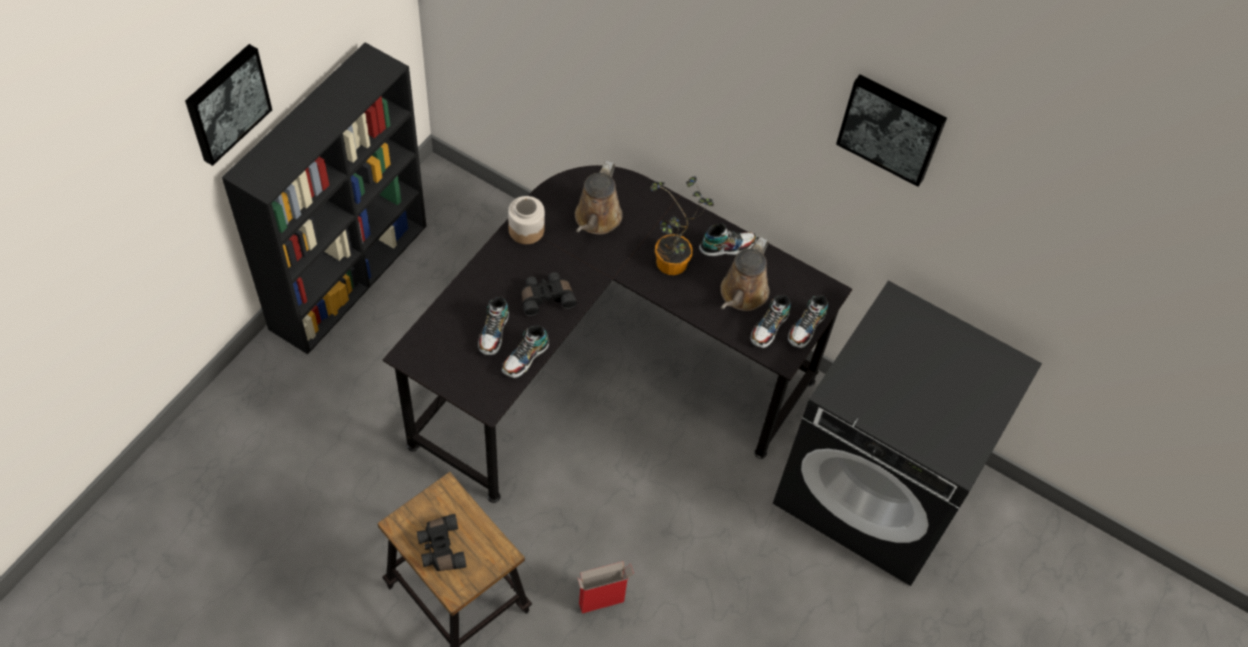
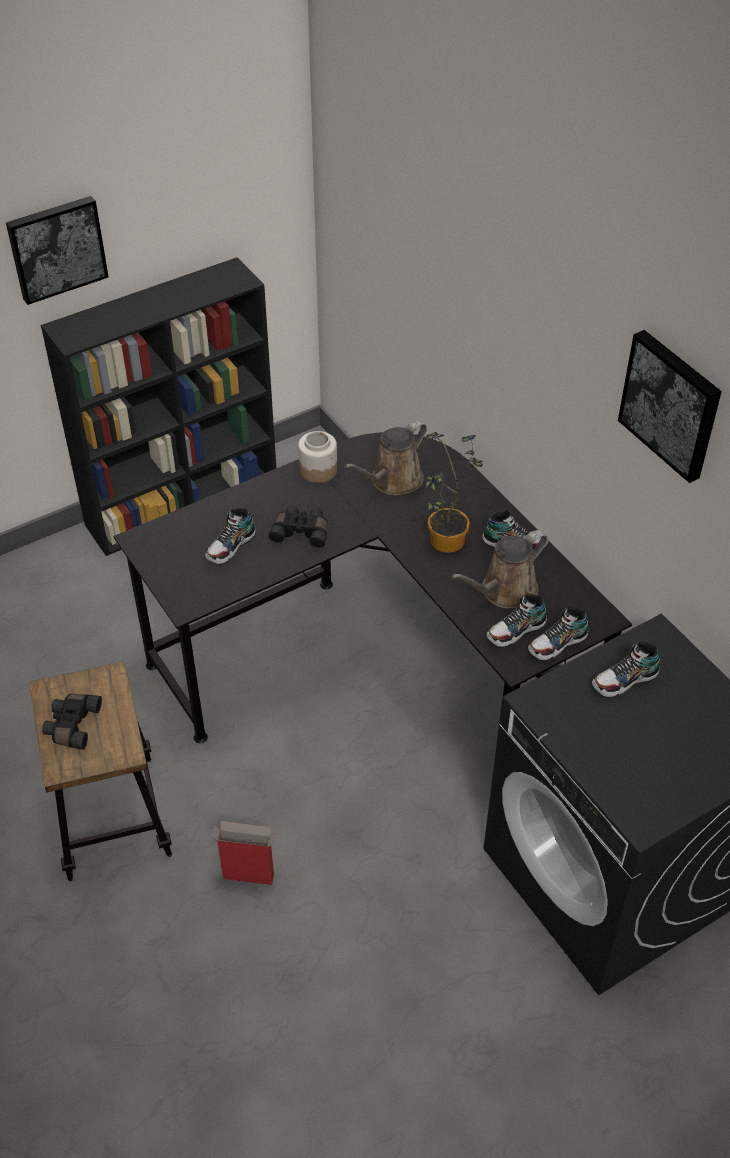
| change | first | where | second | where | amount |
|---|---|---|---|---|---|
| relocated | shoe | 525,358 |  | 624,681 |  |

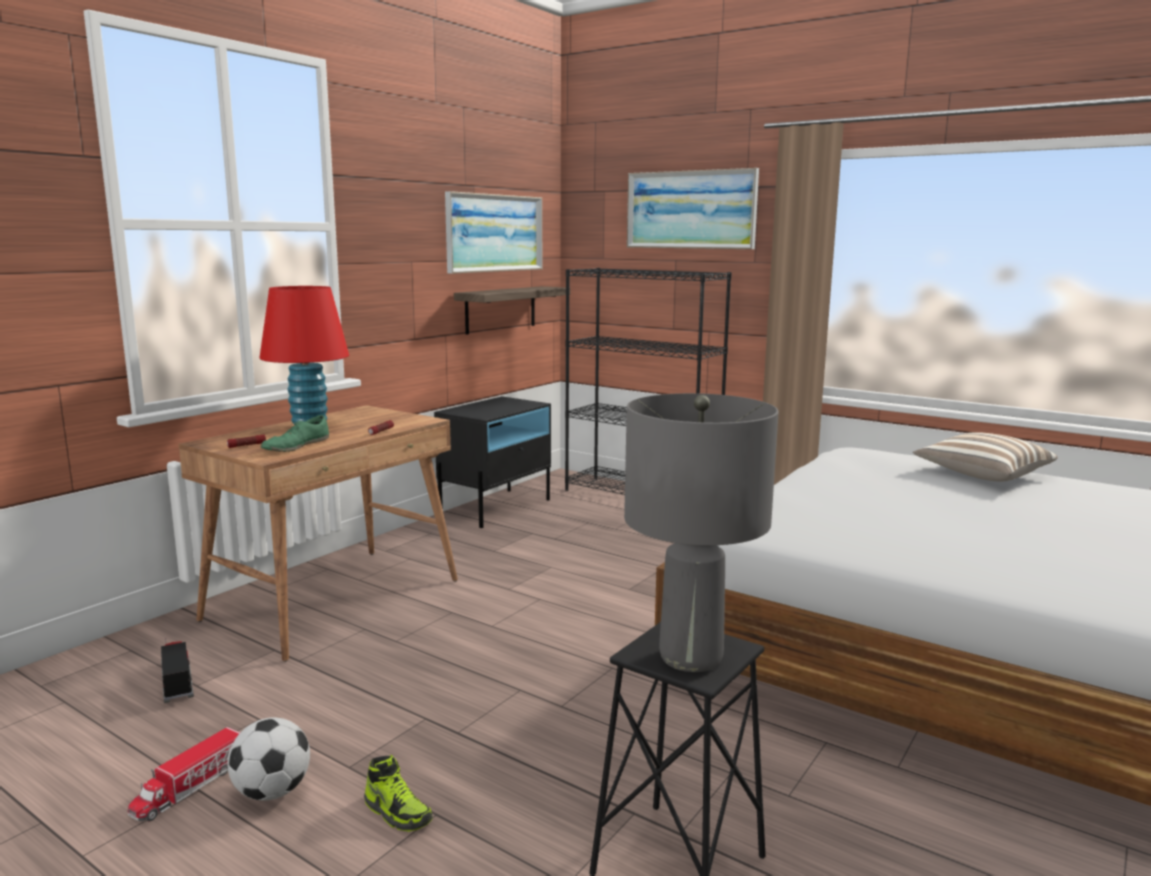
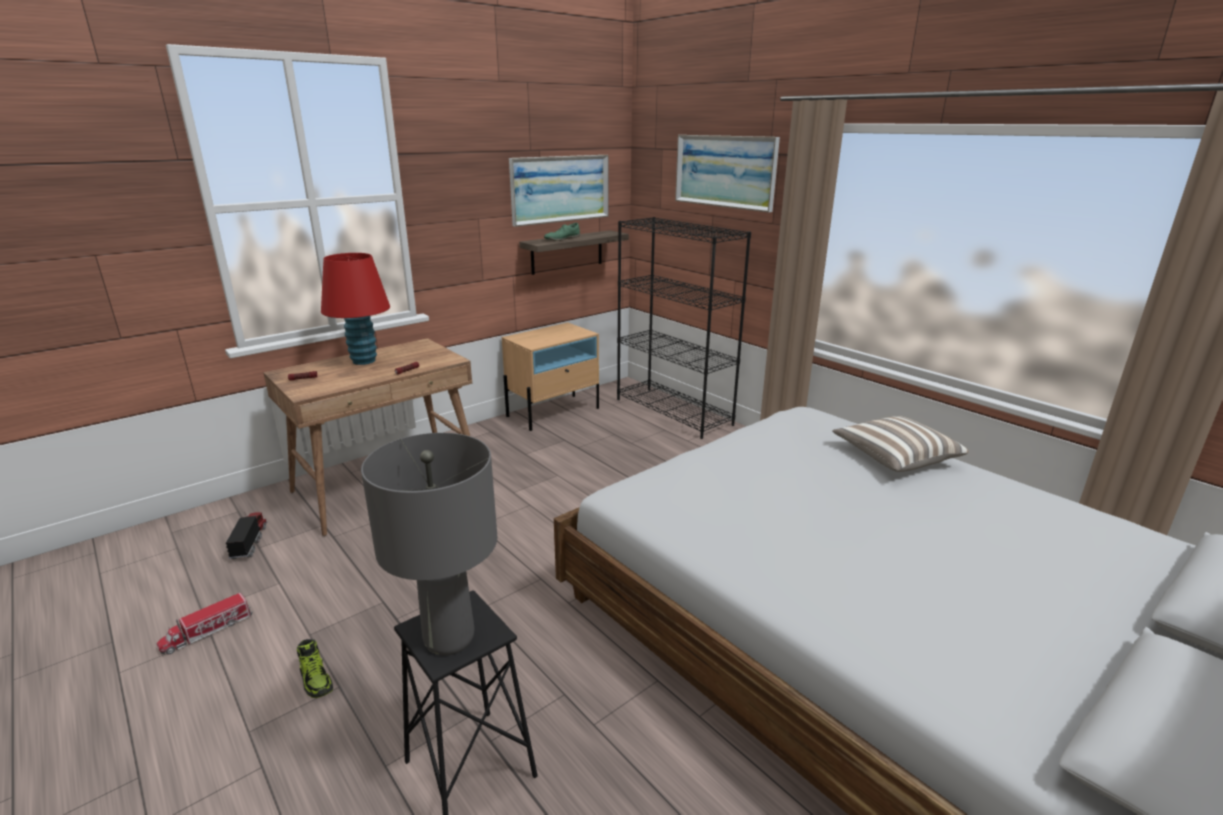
| change | first | where | second | where | amount |
|---|---|---|---|---|---|
| colour | nightstand (black) | 496,507 | nightstand (beige) | 554,412 |  |
| relocated | shoe (green) | 296,446 |  | 562,239 |  |
| missing | football | 272,792 |  |  |  |

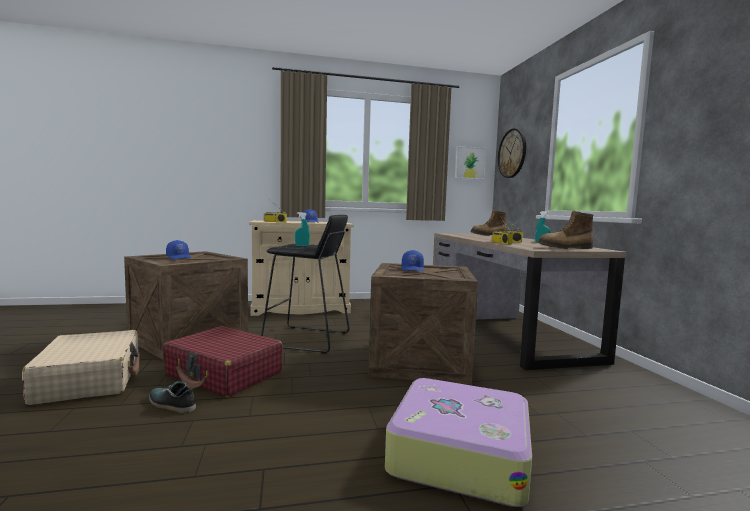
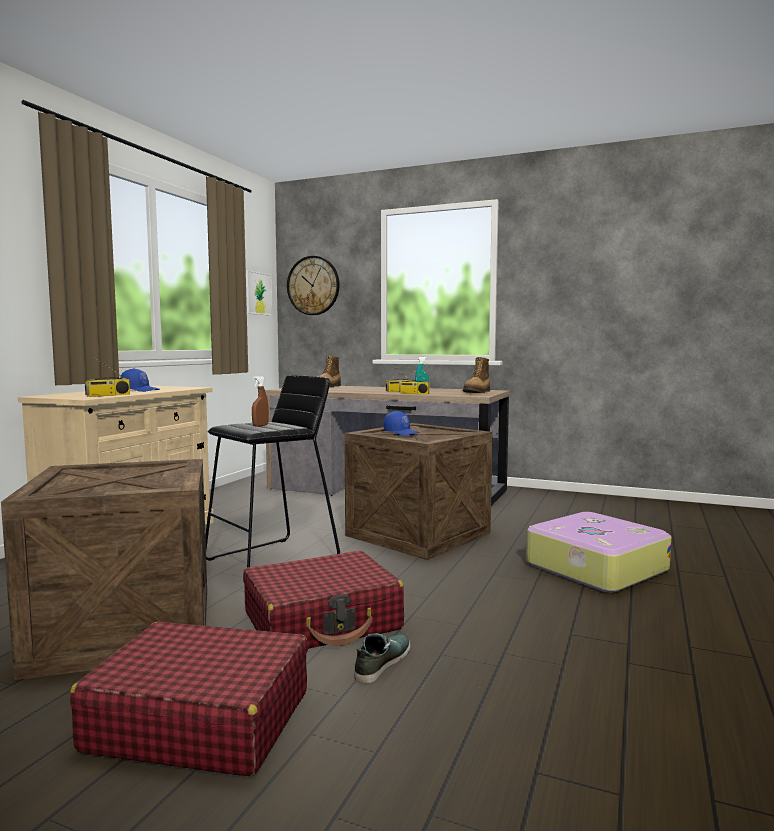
| change | first | where | second | where | amount |
|---|---|---|---|---|---|
| colour | spray bottle (turquoise) | 302,246 | spray bottle (brown) | 260,426 |  |
| missing | cap (blue) | 179,257 |  |  |  |
| colour | suitcase (beige) | 90,379 | suitcase (red) | 199,720 |  |
| spun | shoe | 171,404 |  | 382,662 | 150 degrees clockwise |

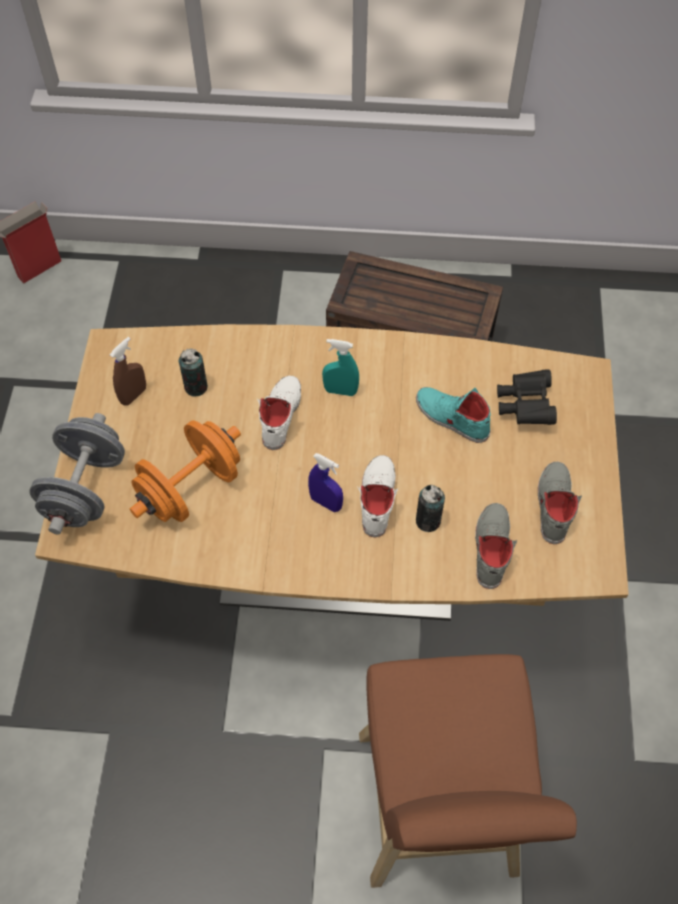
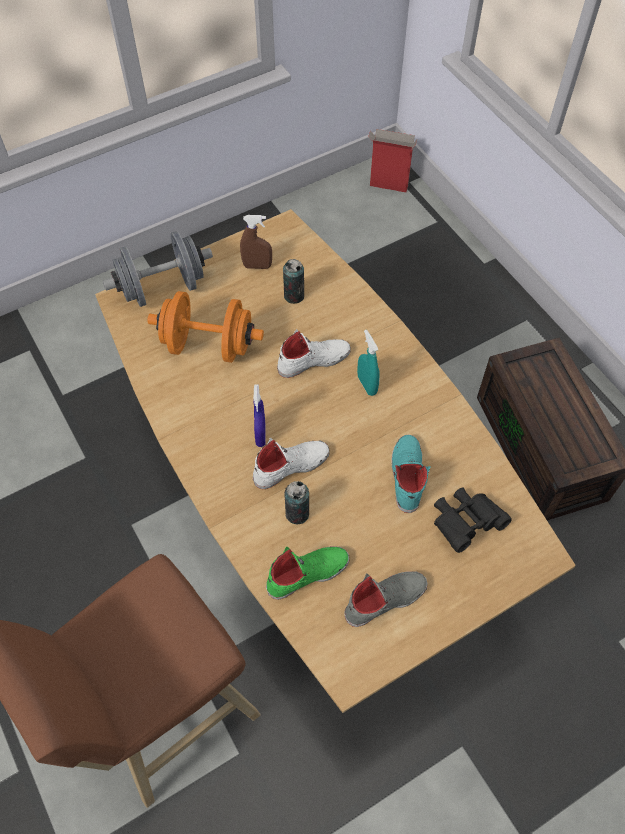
| change | first | where | second | where | amount |
|---|---|---|---|---|---|
| colour | shoe (grey) | 490,547 | shoe (green) | 307,573 |  |

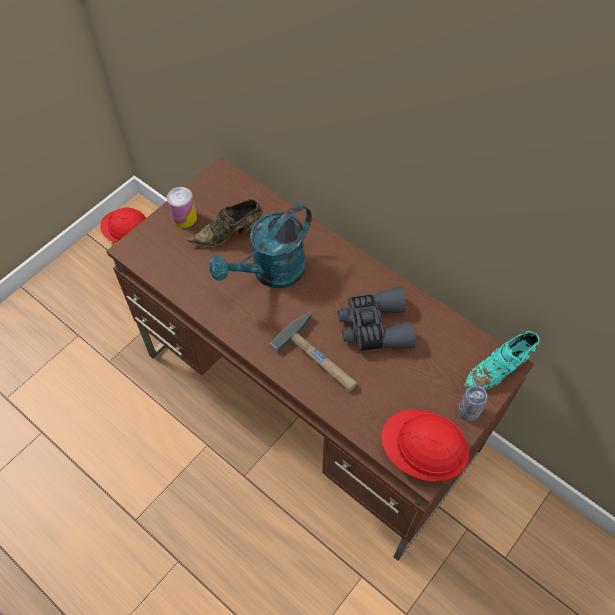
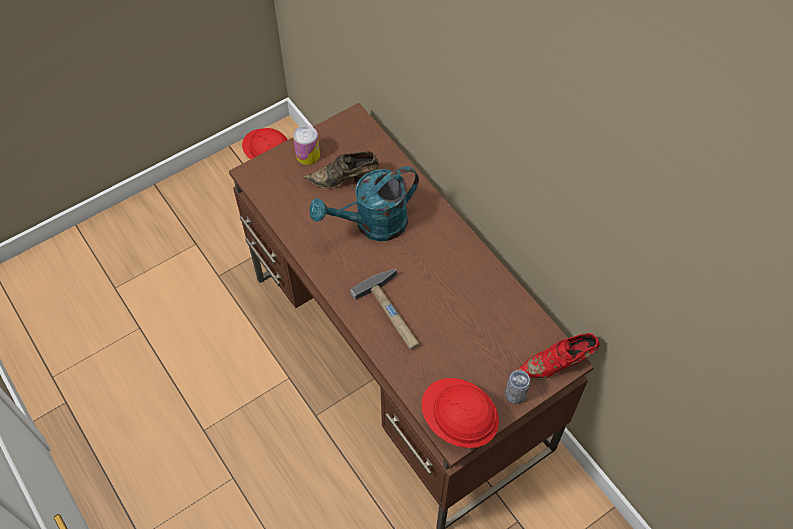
| change | first | where | second | where | amount |
|---|---|---|---|---|---|
| missing | binoculars (grey) | 374,327 |  |  |  |
| colour | shoe (turquoise) | 499,370 | shoe (red) | 558,364 |  |

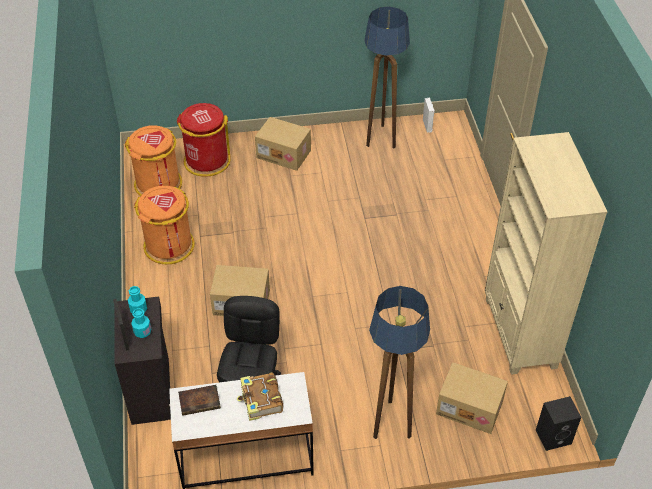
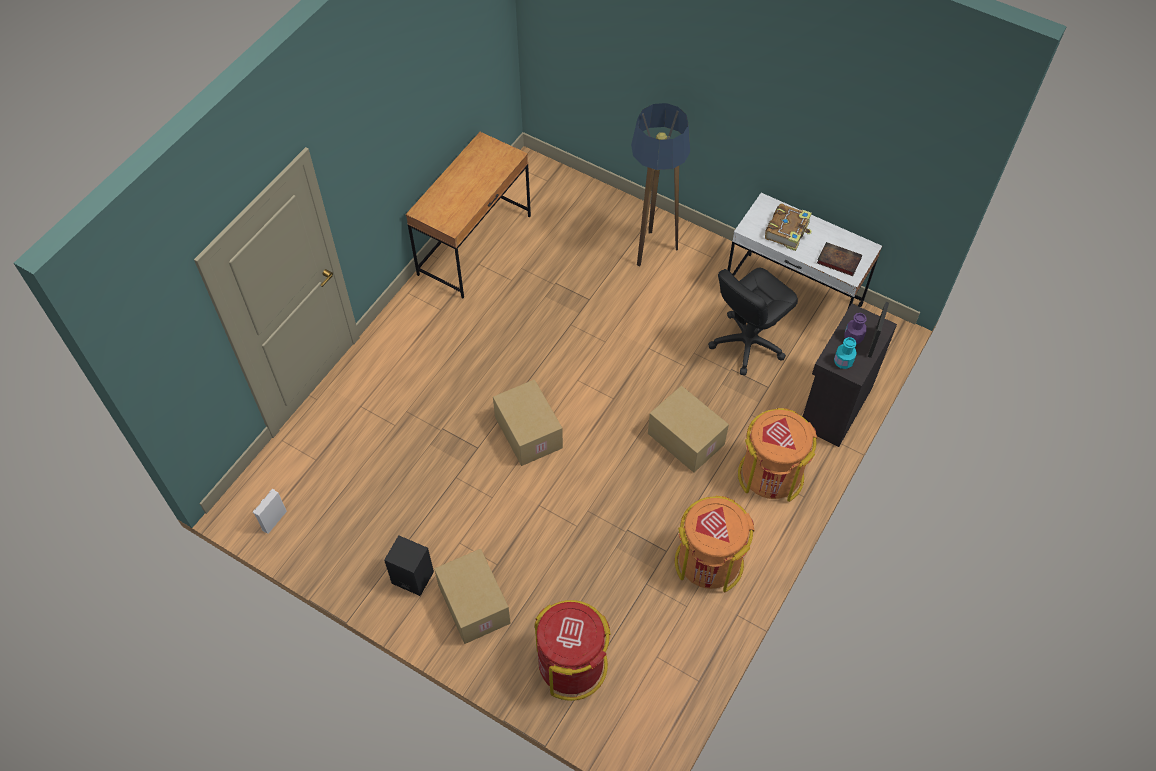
| change | first | where | second | where | amount |
|---|---|---|---|---|---|
| missing | floor lamp | 381,137 |  |  |  |
| relocated | trash can (orange) | 158,184 |  | 770,475 |  |
| exchanged | bookcase (beige) | 519,333 | desk (brown) | 475,245 |  |
| colour | bottle (turquoise) | 142,332 | bottle (purple) | 853,337 |  |
| relocated | cardboard box | 470,407 |  | 527,432 |  |
| relocated | speaker (black) | 554,436 |  | 411,578 |  |

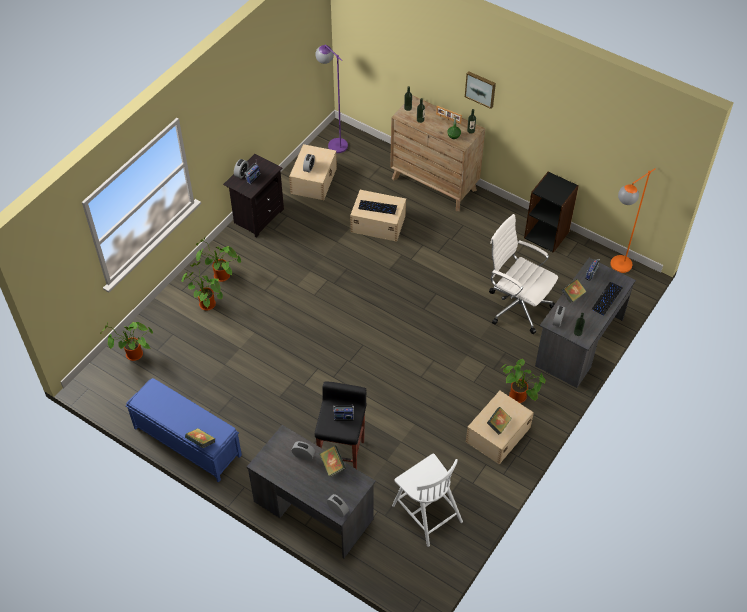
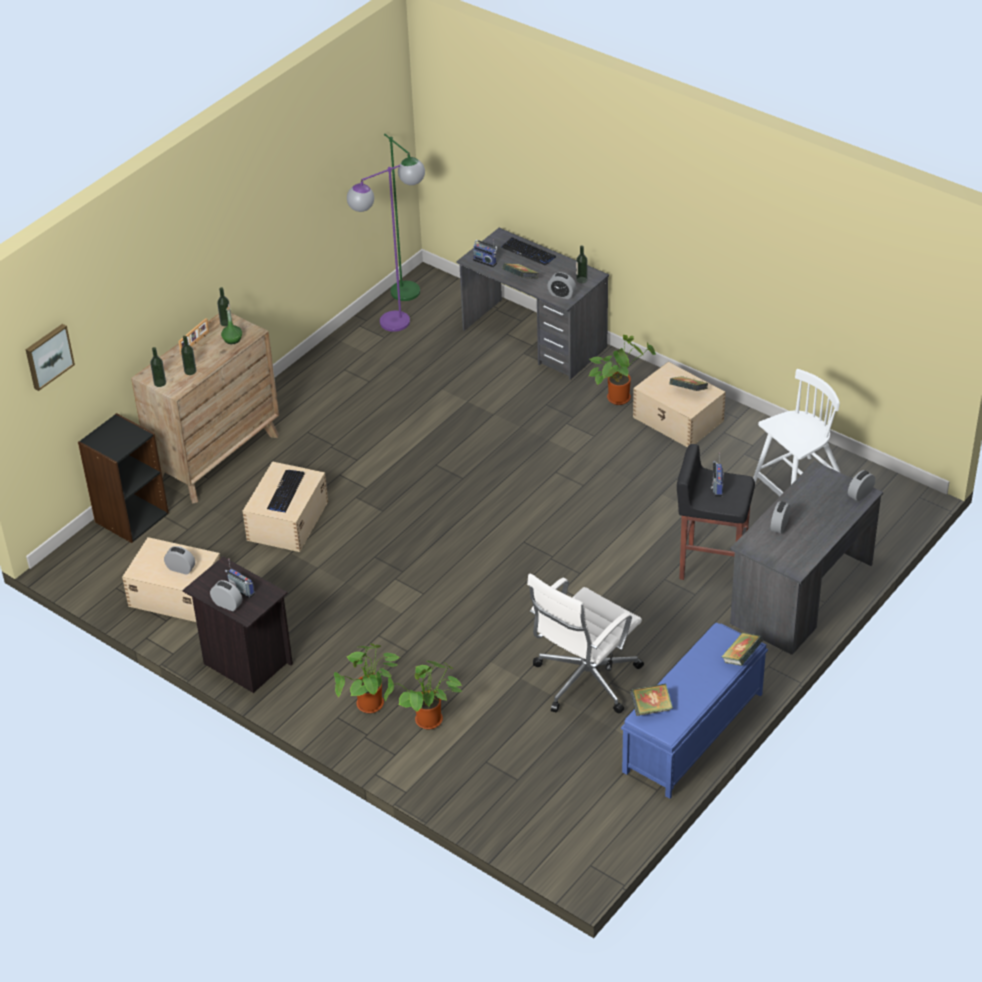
| change | first | where | second | where | amount |
|---|---|---|---|---|---|
| relocated | floor lamp (purple) | 333,142 |  | 385,326 |  |
| relocated | picture | 480,89 |  | 48,356 |  |
| colour | floor lamp (orange) | 615,268 | floor lamp (green) | 411,297 |  |
| relocated | bookcase (black) | 546,234 |  | 131,517 |  |
| relocated | office chair (white) | 517,305 |  | 584,680 |  |
| missing | potted plant | 132,356 |  |  |  |
| relocated | book | 332,465 |  | 651,708 |  |

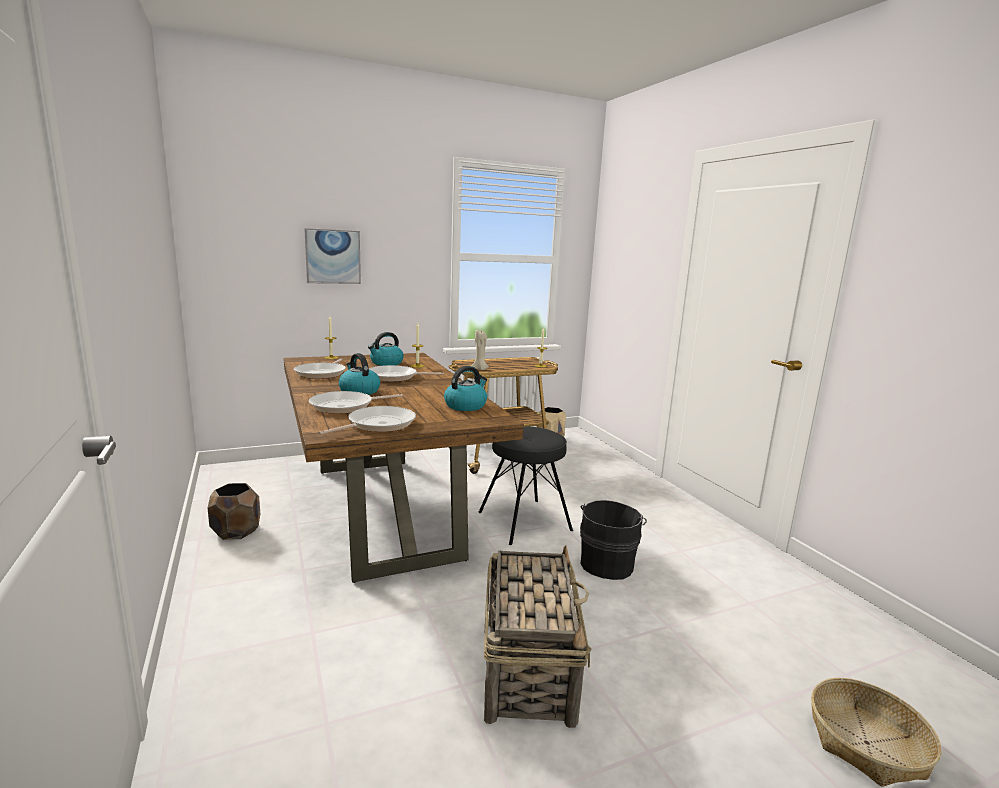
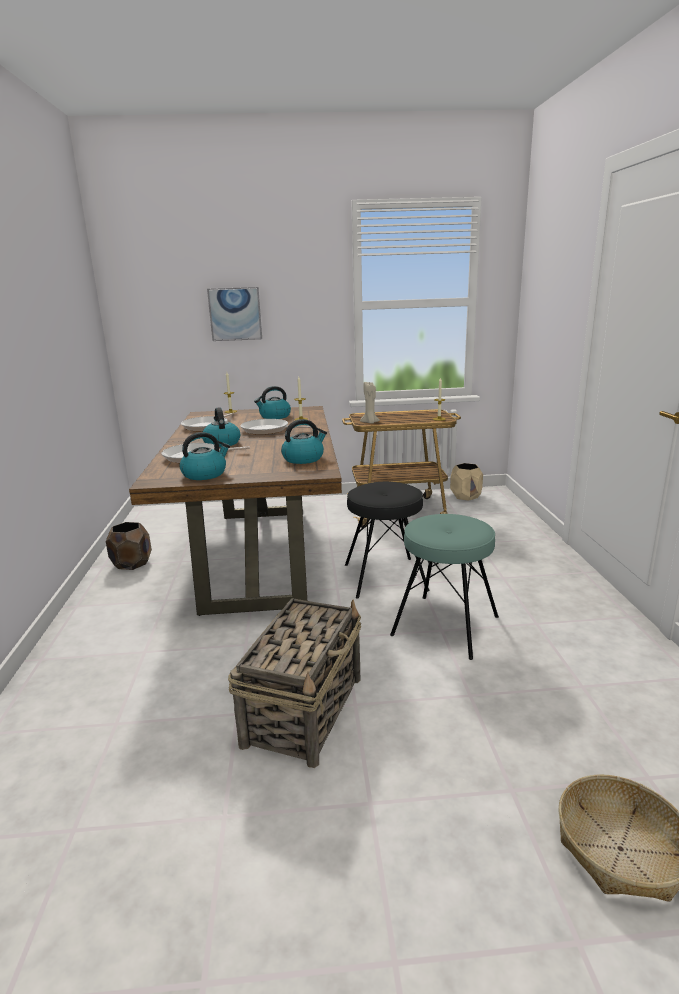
| change | first | where | second | where | amount |
|---|---|---|---|---|---|
| exchanged | frying pan | 378,424 | kettle | 205,474 |  |
| exchanged | bucket (black) | 607,563 | stool (turquoise) | 445,626 |  |

